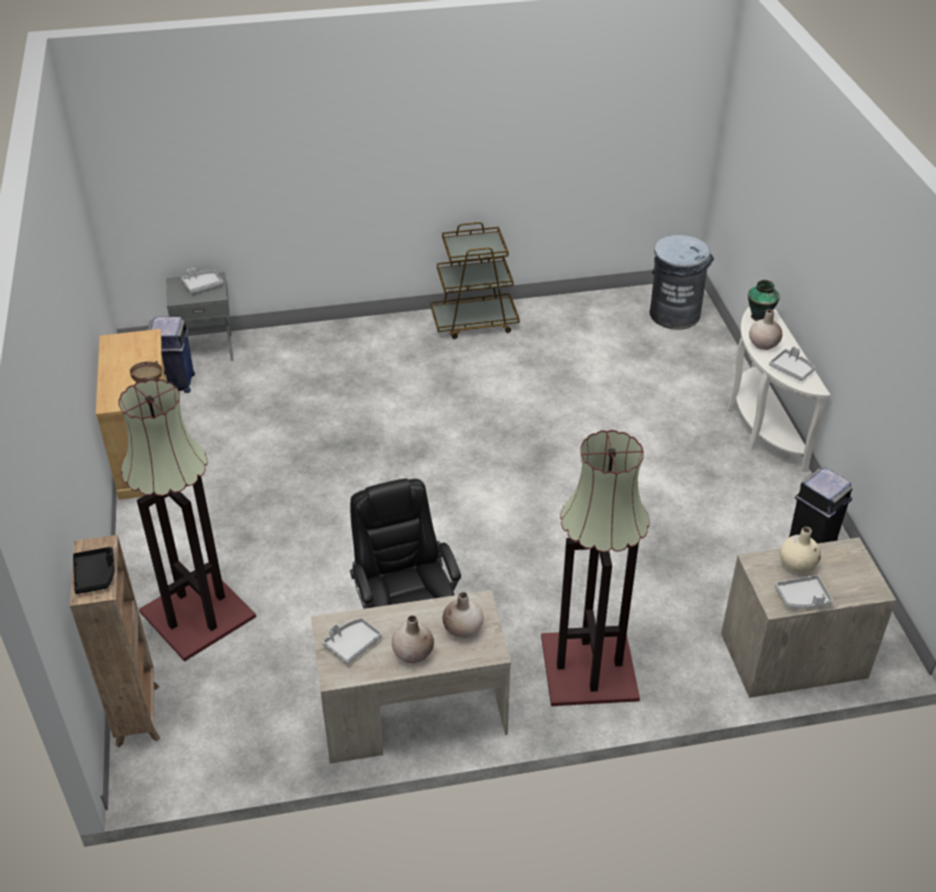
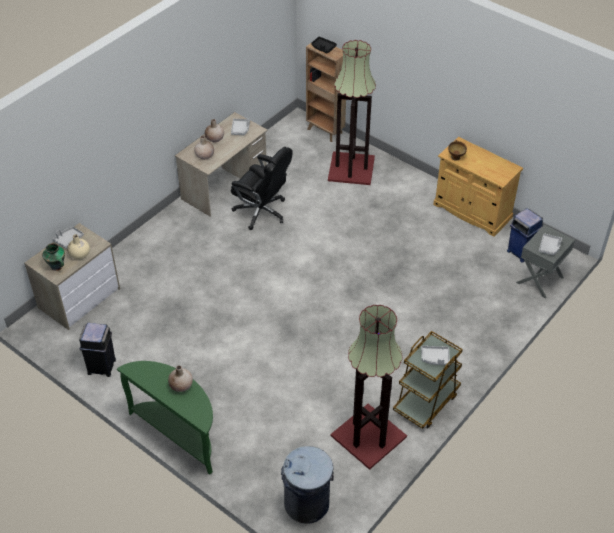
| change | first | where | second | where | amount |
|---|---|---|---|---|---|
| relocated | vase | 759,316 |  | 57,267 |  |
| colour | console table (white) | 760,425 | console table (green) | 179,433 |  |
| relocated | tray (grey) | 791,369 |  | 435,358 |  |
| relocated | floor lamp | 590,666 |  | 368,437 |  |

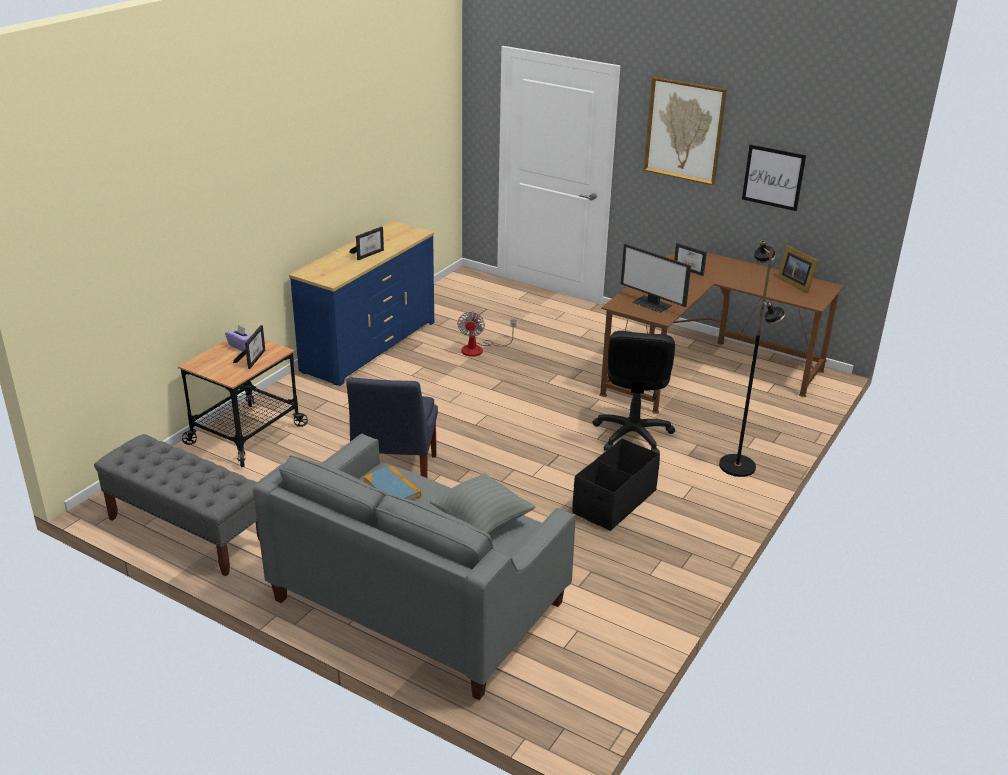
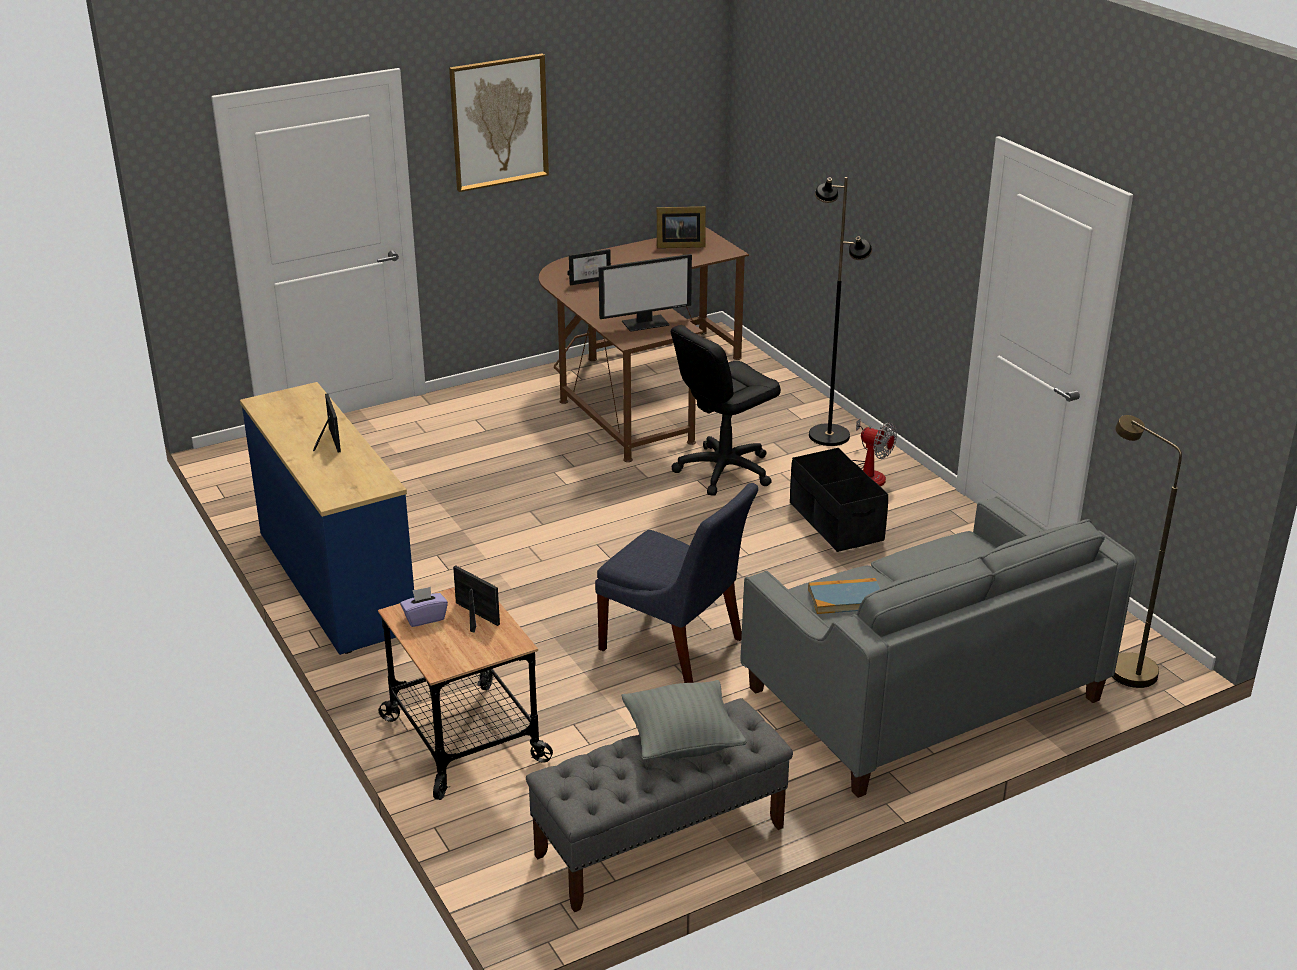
| change | first | where | second | where | amount |
|---|---|---|---|---|---|
| missing | picture | 773,177 |  |  |  |
| relocated | fan | 479,349 |  | 868,473 |  |
| spun | office chair (black) | 632,435 |  | 724,470 | 105 degrees clockwise |
| relocated | pillow (grey) | 482,522 |  | 682,741 |  |
| appeared |  |  | floor lamp (brown) | 1121,666 |  |

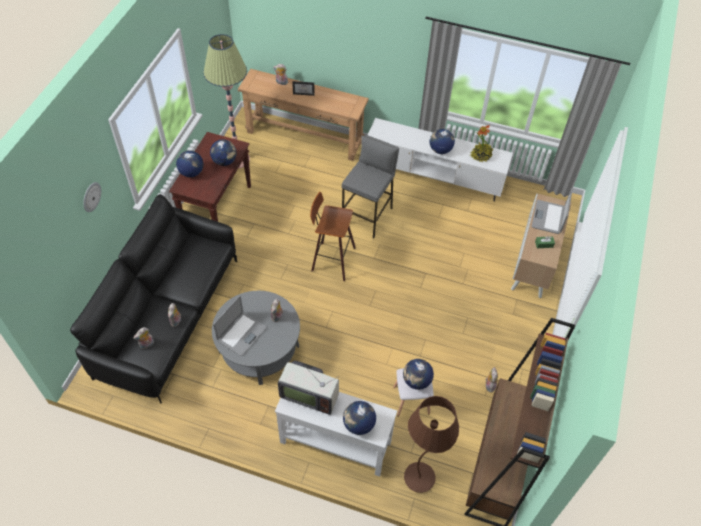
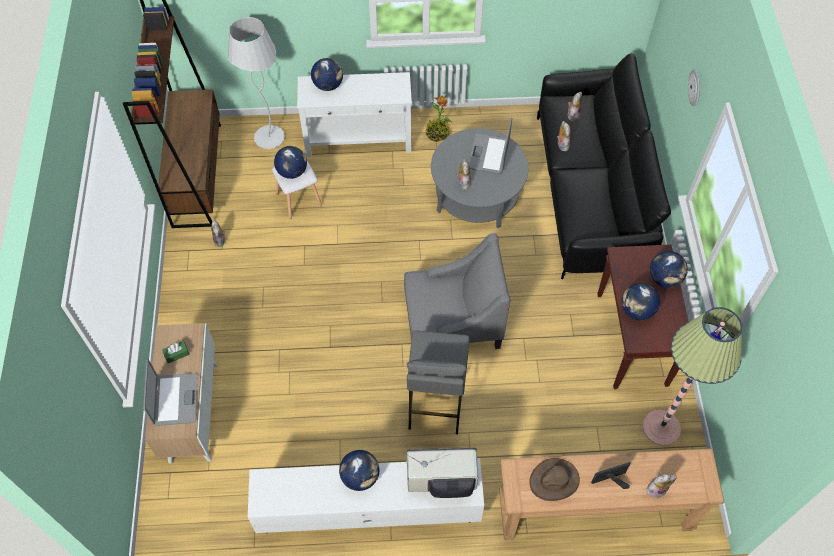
| change | first | where | second | where | amount |
|---|---|---|---|---|---|
| relocated | potted plant | 481,155 |  | 437,134 |  |
| exchanged | stool | 331,260 | armchair (grey) | 452,321 |  |
| relocated | television | 309,394 |  | 442,481 |  |
| colour | floor lamp (brown) | 419,478 | floor lamp (white) | 269,138 |  |
| appeared |  |  | hat (brown) | 554,480 |  |

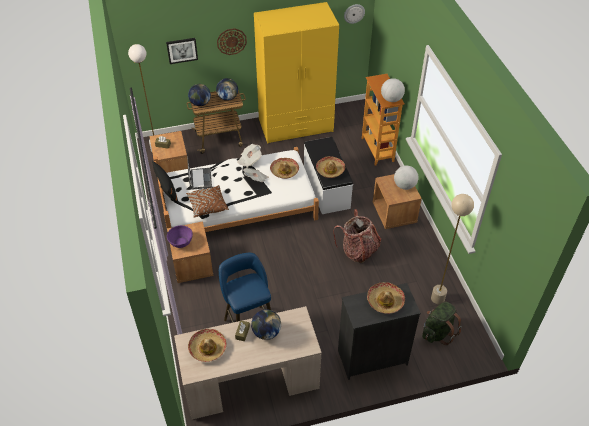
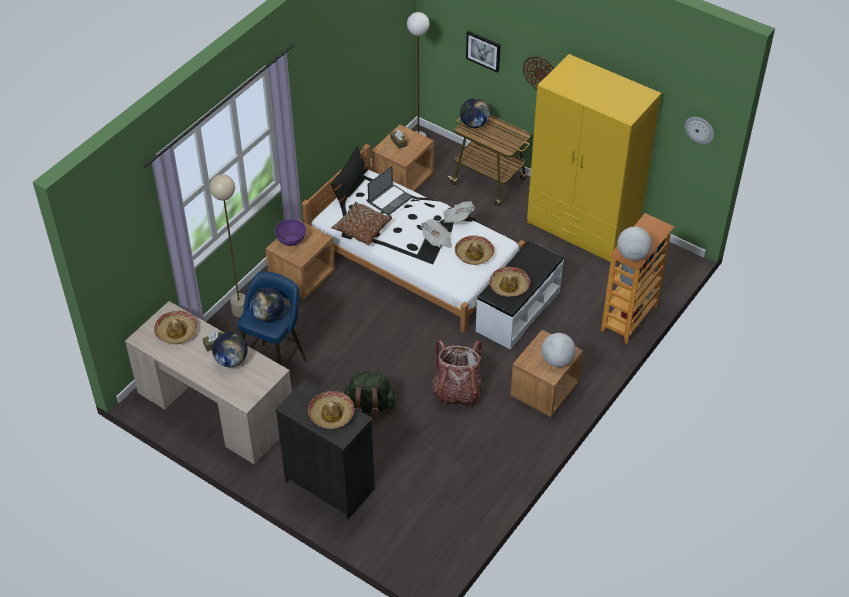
| change | first | where | second | where | amount |
|---|---|---|---|---|---|
| relocated | globe | 227,98 |  | 268,315 |  |
| relocated | floor lamp (beige) | 438,298 |  | 240,311 |  |
| relocated | backpack (green) | 438,332 |  | 369,407 |  |

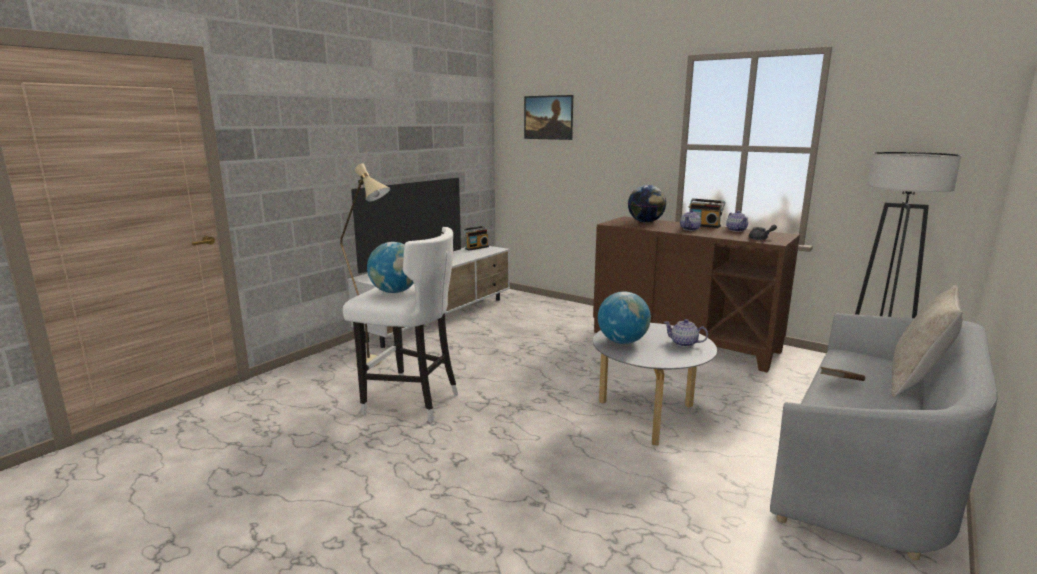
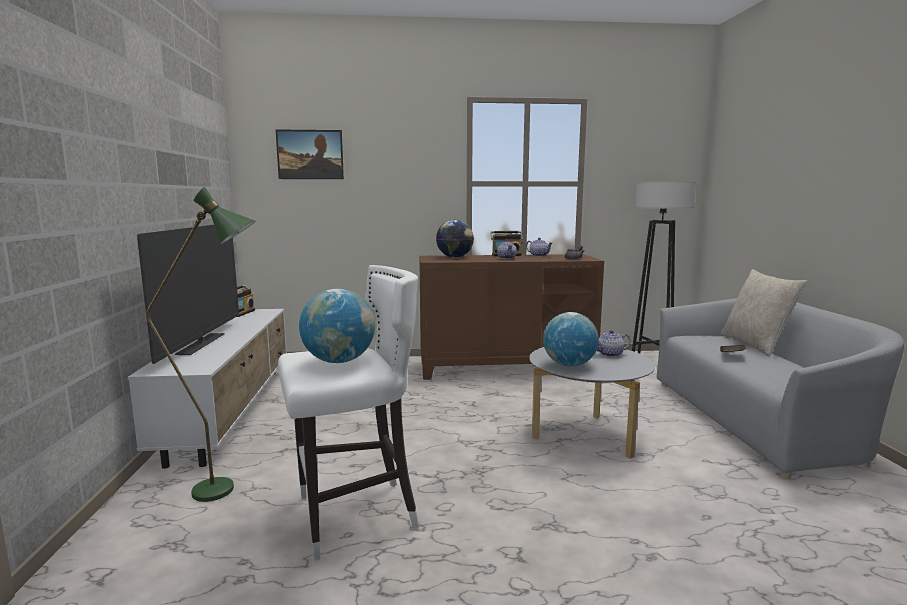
| change | first | where | second | where | amount |
|---|---|---|---|---|---|
| colour | floor lamp (beige) | 376,364 | floor lamp (green) | 228,489 |  |

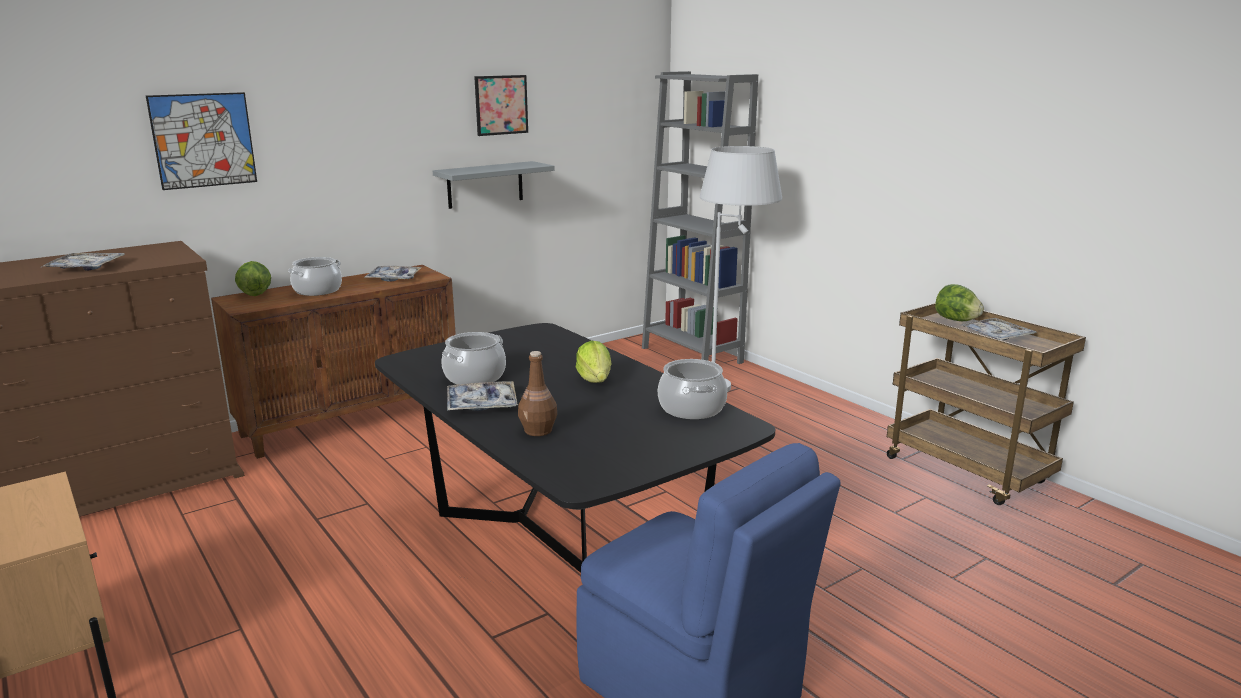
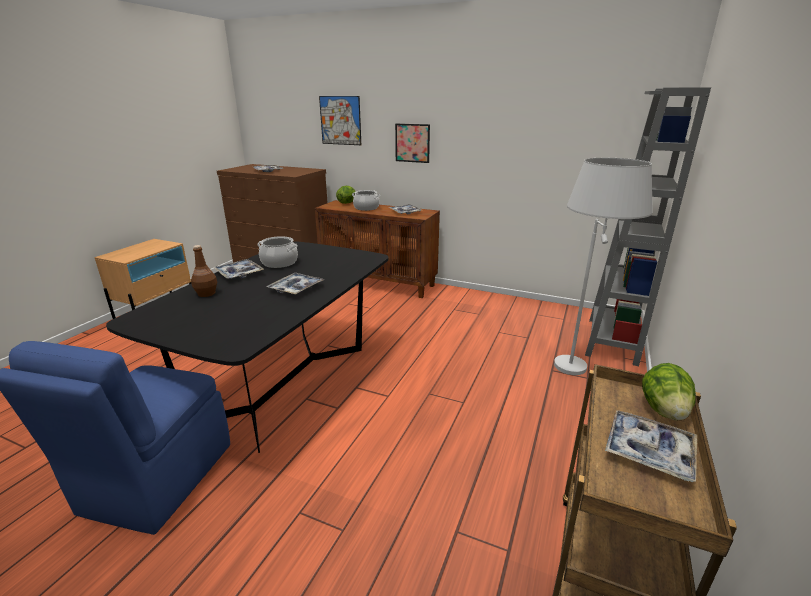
| change | first | where | second | where | amount |
|---|---|---|---|---|---|
| relocated | picture | 501,105 |  | 412,143 |  |
| missing | shelf (grey) | 485,184 |  |  |  |
| exchanged | lettuce | 595,380 | tray | 296,288 |  |
| missing | cooking pot | 691,408 |  |  |  |

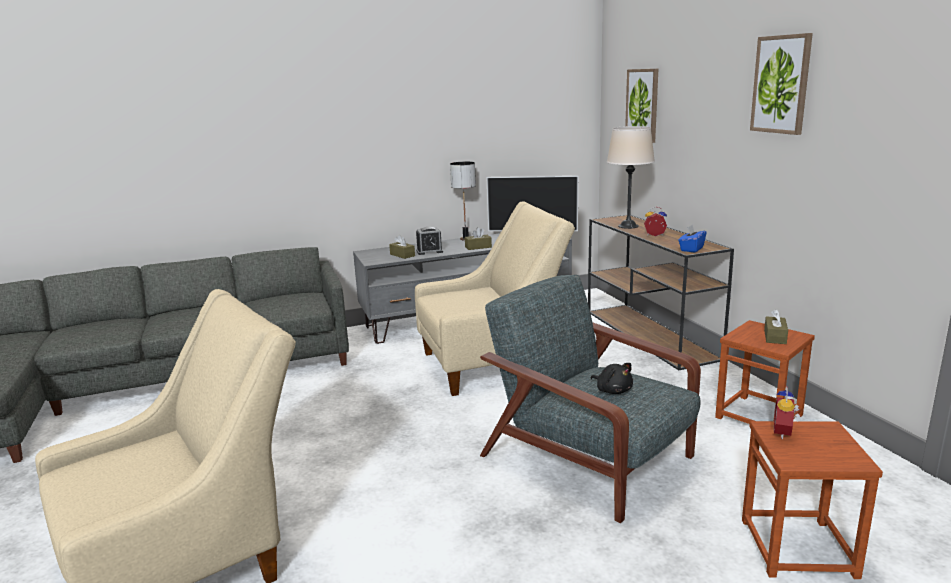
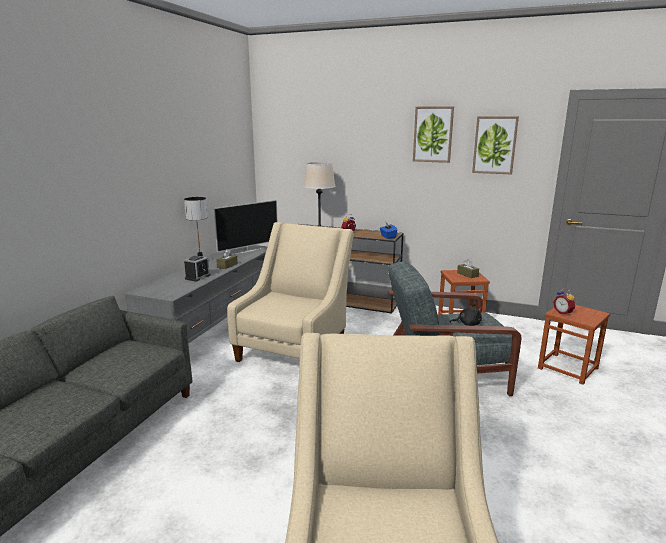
| change | first | where | second | where | amount |
|---|---|---|---|---|---|
| relocated | picture | 642,105 |  | 494,145 |  |
| missing | tissue box (brown) | 402,255 |  |  |  |

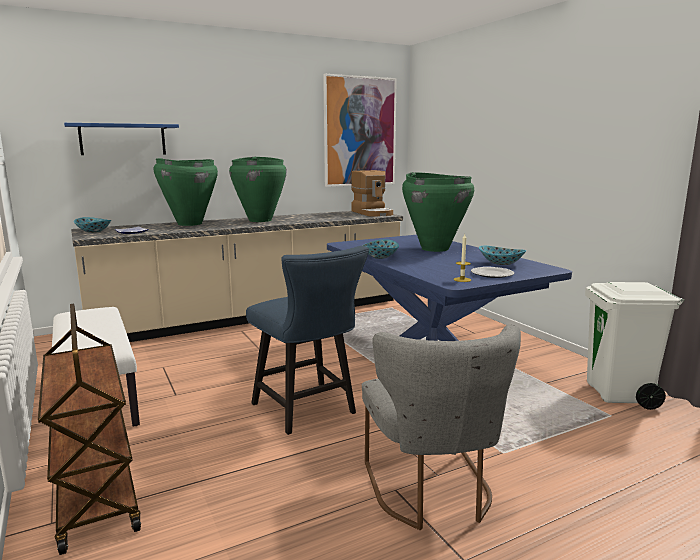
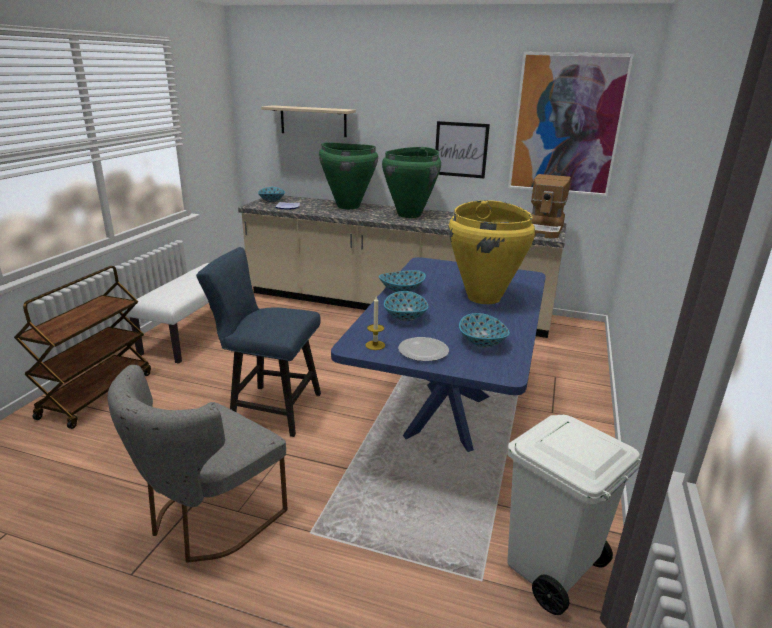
| change | first | where | second | where | amount |
|---|---|---|---|---|---|
| colour | shelf (blue) | 123,139 | shelf (beige) | 313,121 |  |
| colour | vase (green) | 435,249 | vase (yellow) | 484,298 |  |
| spun | chair (blue) | 308,411 |  | 269,408 | 90 degrees clockwise |
| appeared |  |  | picture | 461,149 |  |
| appeared |  |  | bowl | 405,317 |  |

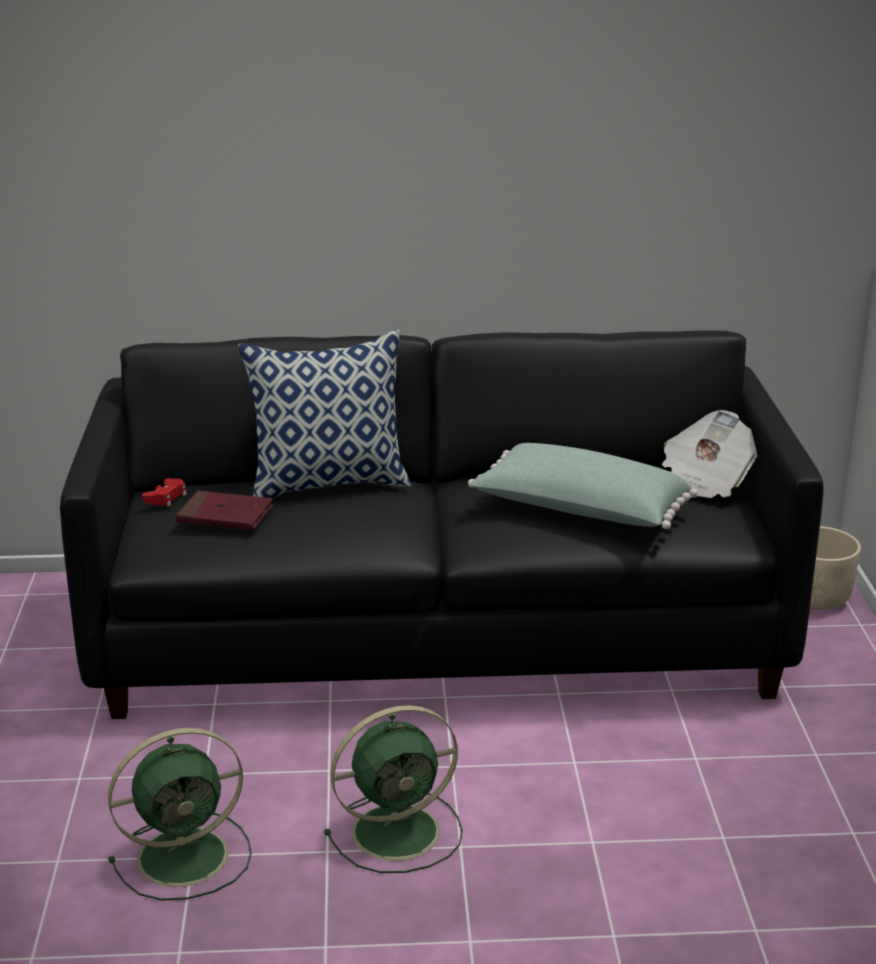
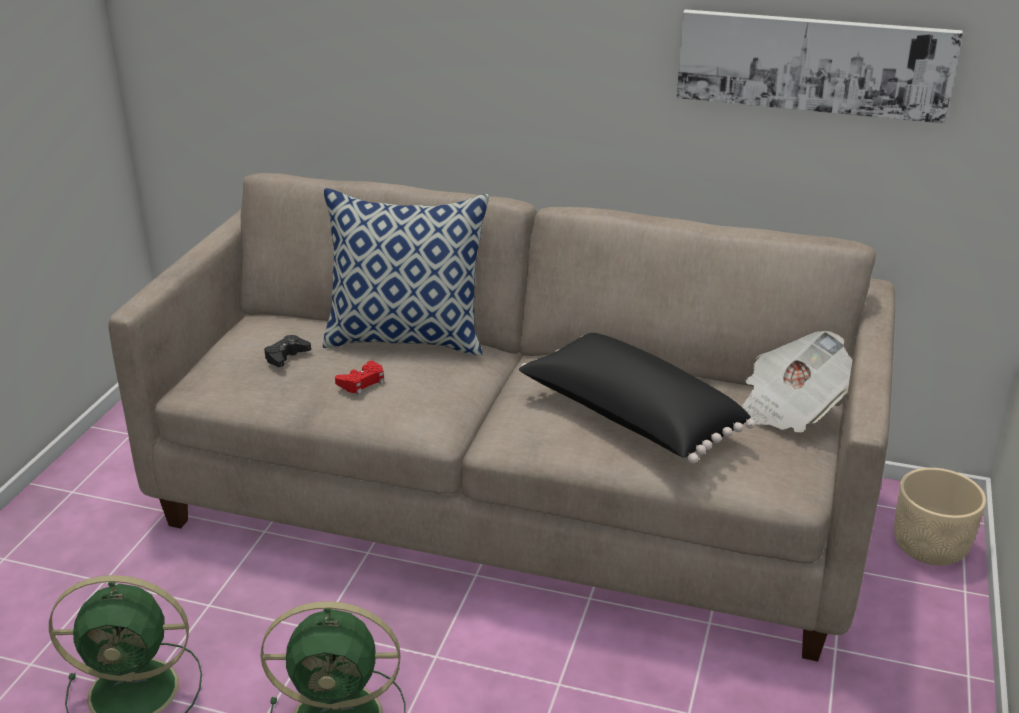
| change | first | where | second | where | amount |
|---|---|---|---|---|---|
| colour | sofa (black) | 439,635 | sofa (beige) | 511,504 |  |
| colour | pillow (green) | 580,512 | pillow (black) | 630,419 |  |
| relocated | game controller (red) | 166,497 |  | 362,382 |  |
| exchanged | book (red) | 225,515 | game controller (black) | 286,356 |  |
| appeared |  |  | picture | 813,63 |  |

